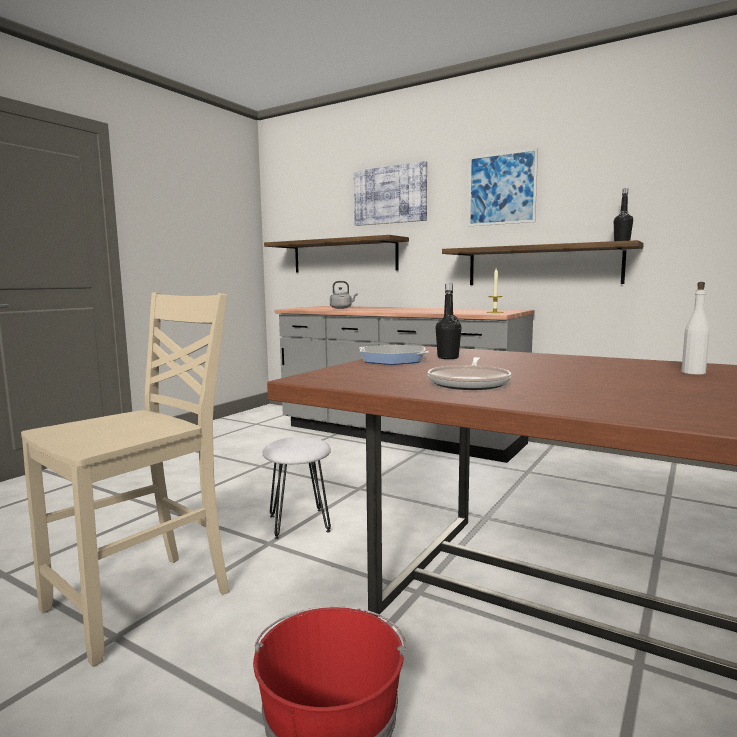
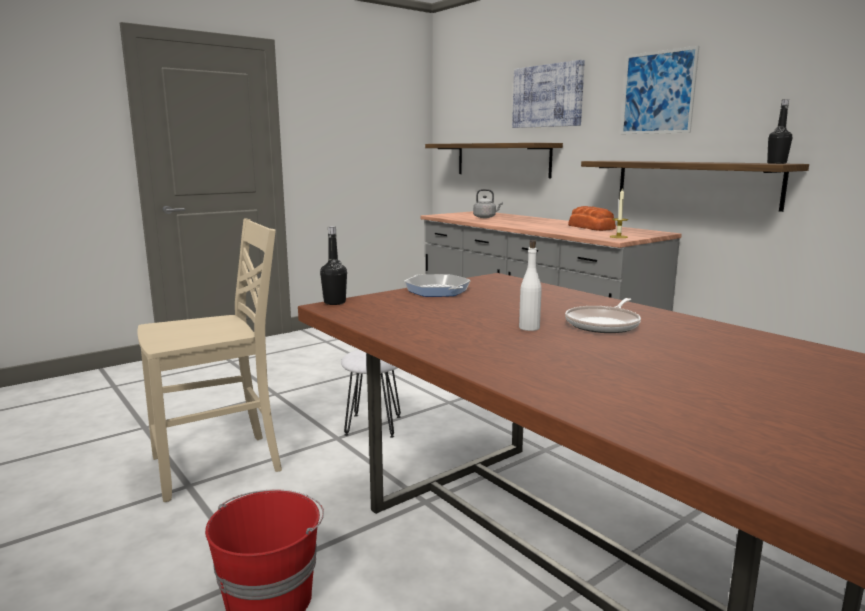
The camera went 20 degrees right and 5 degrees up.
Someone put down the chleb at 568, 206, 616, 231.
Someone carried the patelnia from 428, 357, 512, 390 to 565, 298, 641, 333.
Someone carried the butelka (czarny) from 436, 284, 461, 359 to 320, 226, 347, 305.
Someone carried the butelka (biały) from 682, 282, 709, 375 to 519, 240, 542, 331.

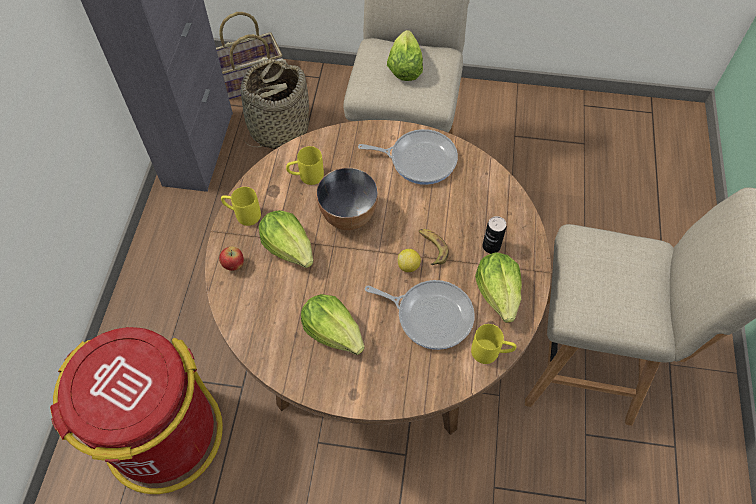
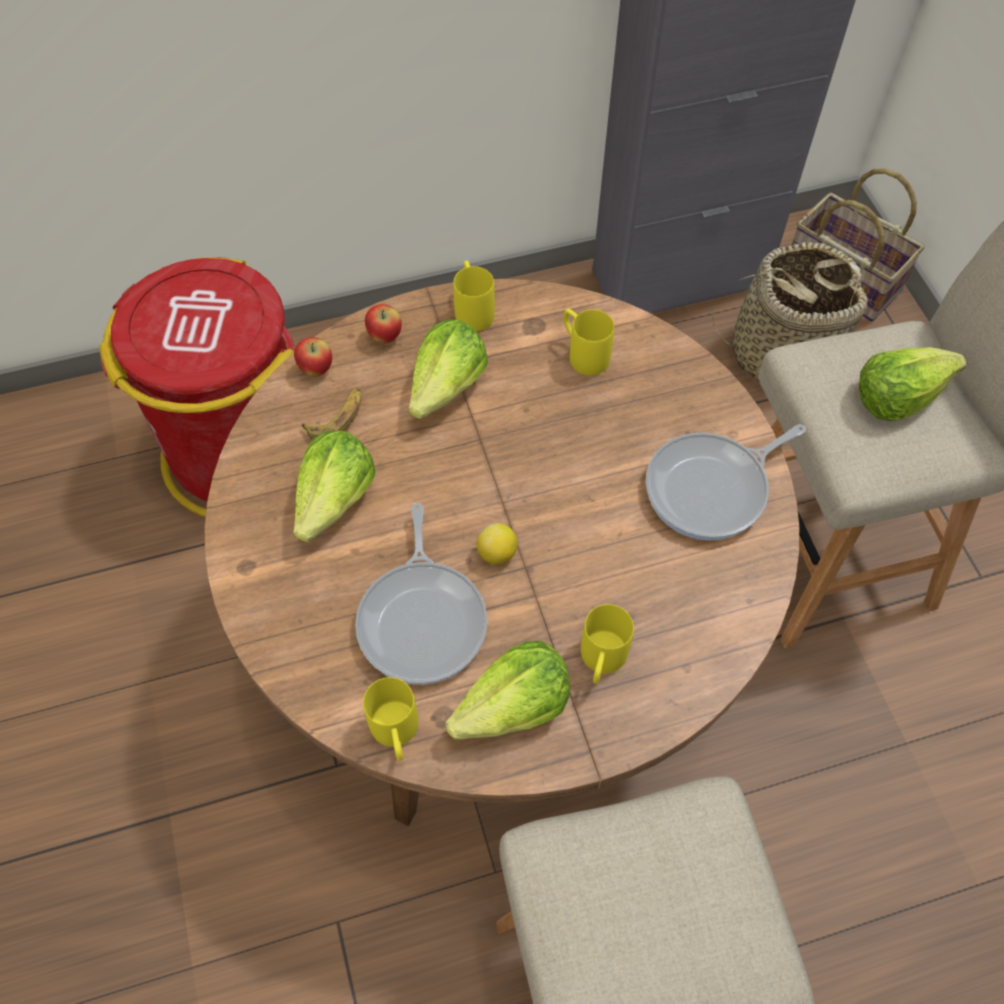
The camera went 65 degrees right and 0 degrees up.
Someone took away the miska at 316, 168, 378, 230.
Someone put down the jabłko at 294, 337, 332, 377.
Someone carried the banan from 419, 229, 449, 265 to 302, 388, 361, 440.
Someone swapped the puszka at 482, 216, 507, 254 for the kubek (żółty) at 581, 604, 634, 684.
Someone rotated the patelnia at 358, 129, 458, 185 by 75 degrees clockwise.

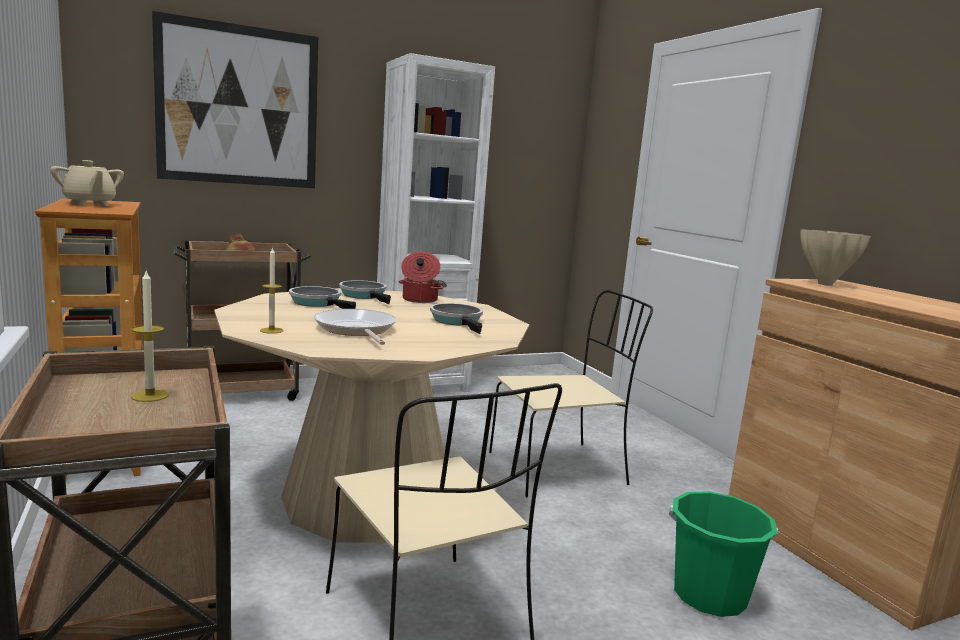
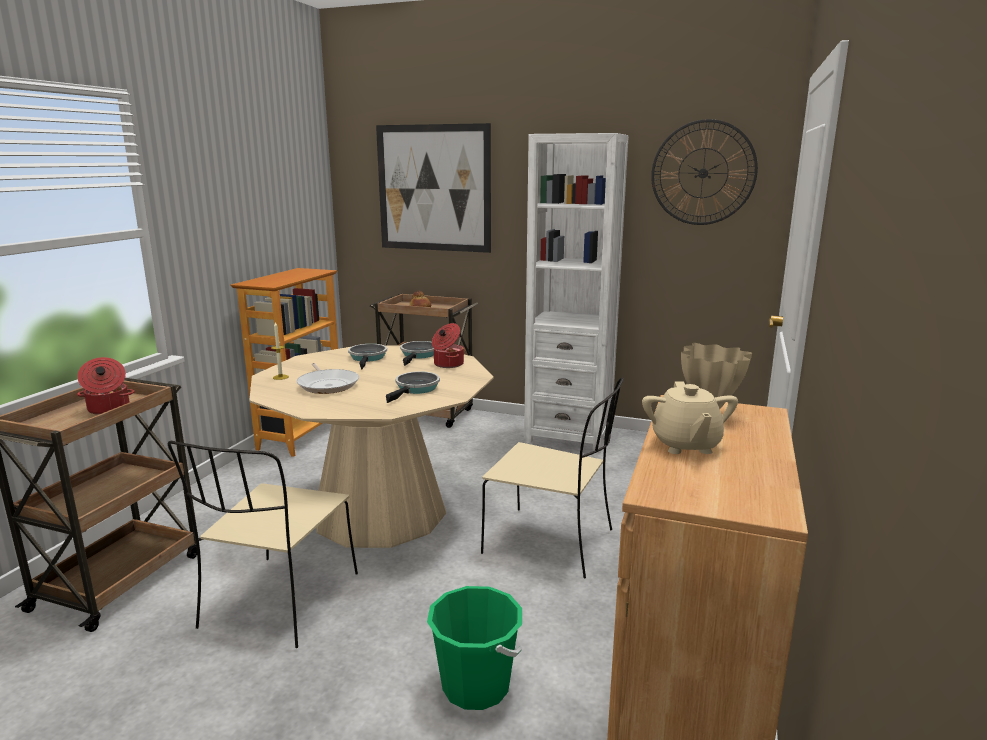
The camera went 45 degrees right and 5 degrees up.
Someone put up the zegar ścienny at 651, 119, 758, 225.
Someone carried the imbryk (beżowy) from 50, 160, 124, 206 to 642, 381, 738, 454.
Someone swapped the świeca at 131, 271, 169, 402 for the garnek at 77, 357, 135, 415.
Someone rotated the patelnia at 314, 309, 396, 345 by 135 degrees clockwise.

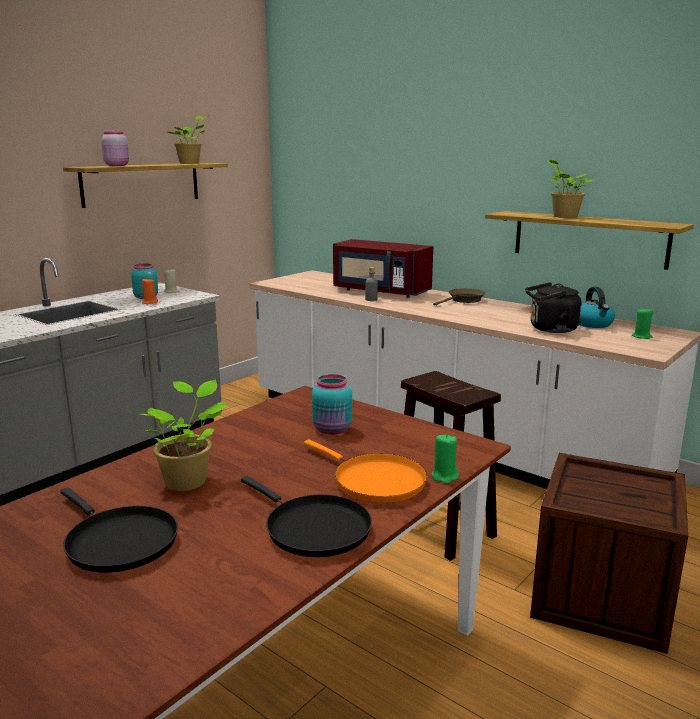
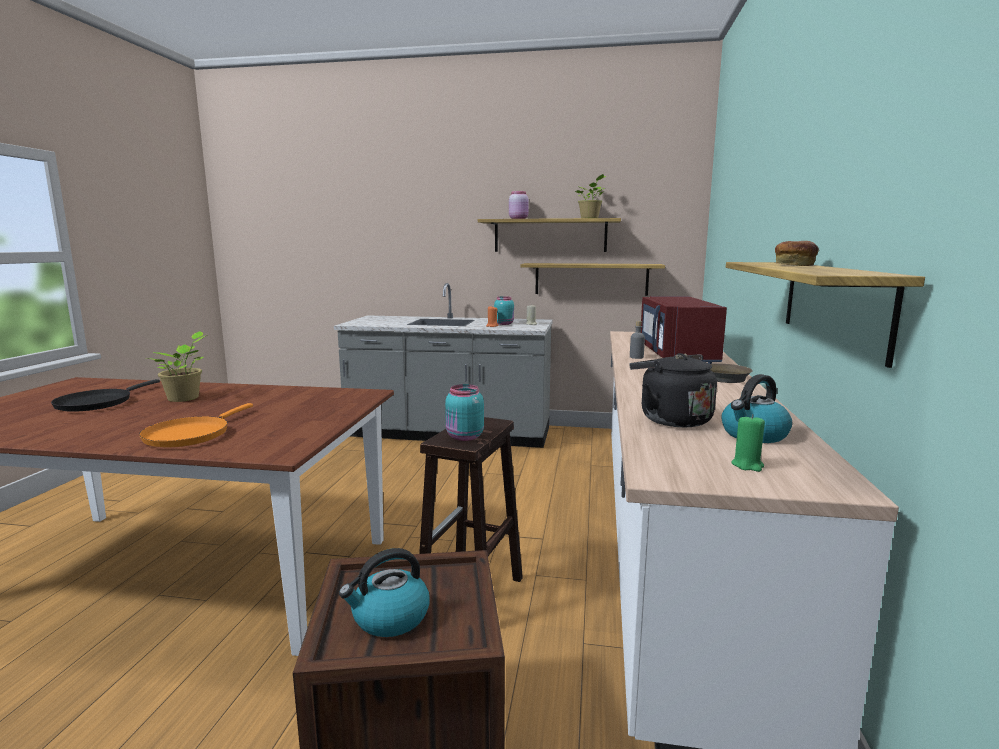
The camera went 60 degrees right and 5 degrees down.
Someone took away the patelnia (czarny) at 241, 476, 372, 557.
Someone took away the świeca (zielony) at 431, 434, 459, 484.
Someone put down the czajnik at 339, 548, 430, 637.
Someone put up the półka at 521, 263, 665, 296.
Someone carried the słoik (turkusowy) from 312, 374, 352, 435 to 445, 384, 484, 441.
Someone swapped the roślina doniczkowa at 548, 160, 594, 218 for the chleb at 775, 241, 819, 266.

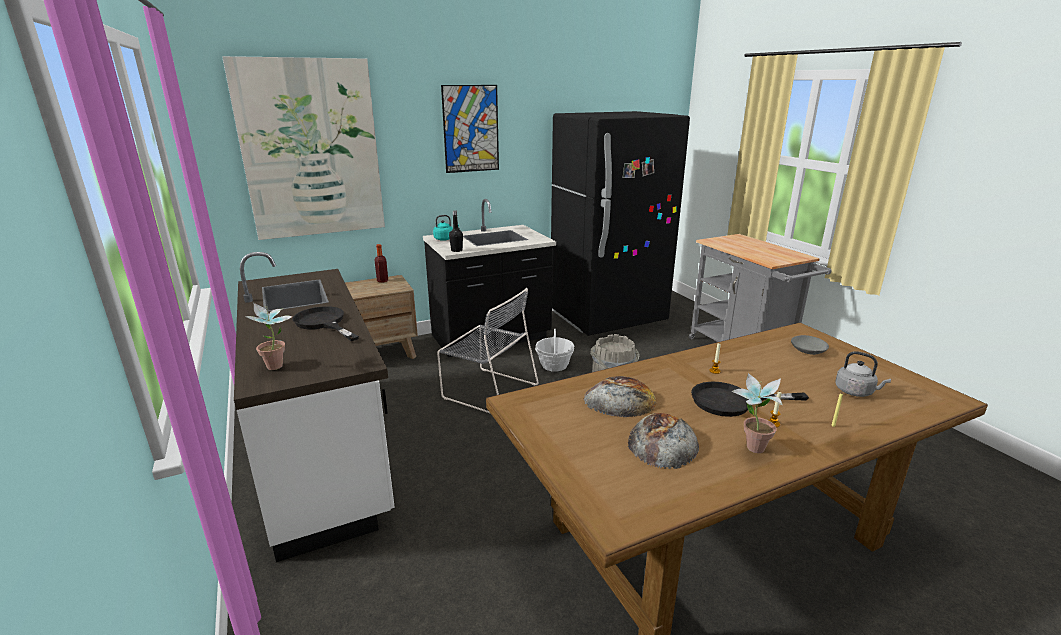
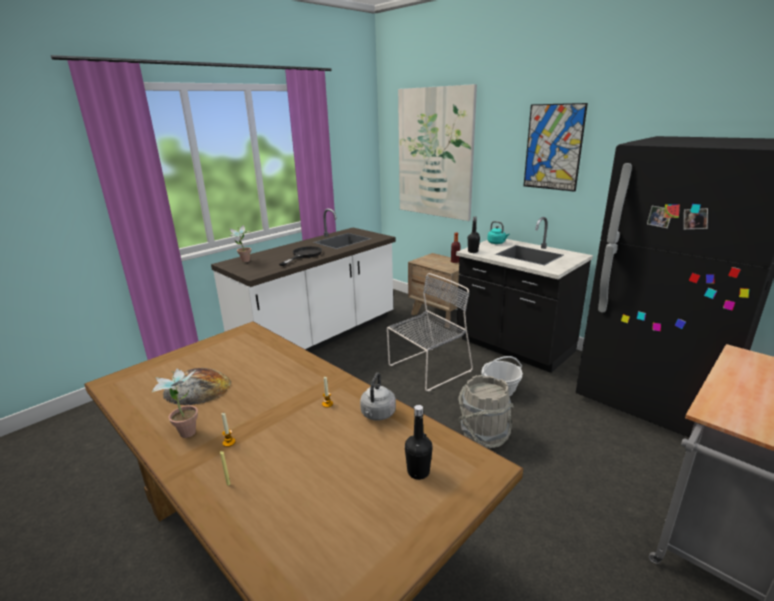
The camera went 70 degrees right and 0 degrees up.
Someone took away the chleb at 584, 376, 656, 417.
Someone took away the patelnia (czarny) at 691, 381, 809, 417.
Someone carried the czajnik (szary) from 835, 351, 891, 397 to 360, 372, 396, 421.
Someone swapped the miska (szary) at 791, 335, 829, 355 for the butelka (czarny) at 405, 405, 433, 480.
Someone rotated the krzesło (szary) at 437, 288, 539, 414 by 135 degrees counterclockwise.

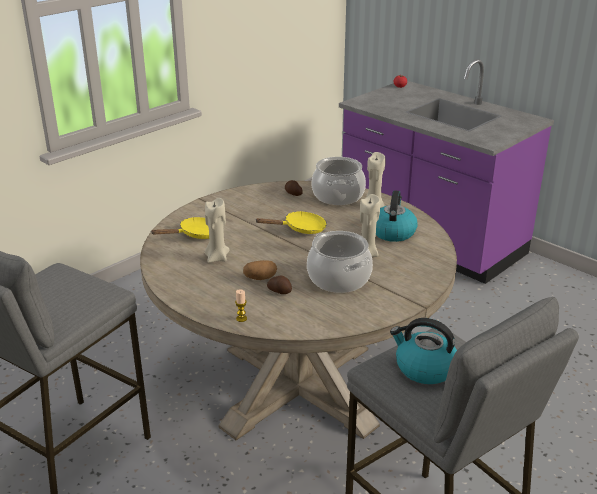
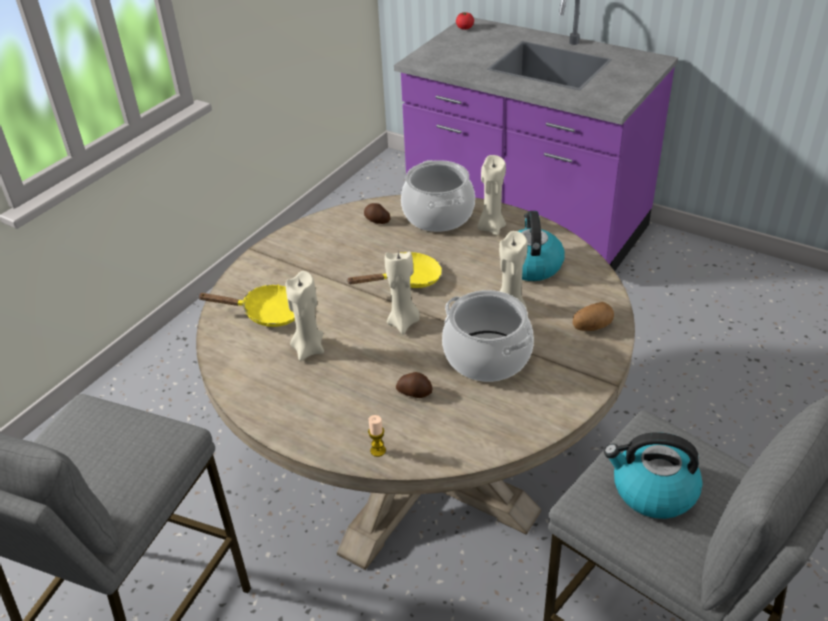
The camera went 10 degrees left and 10 degrees up.
Someone put down the świeca (beżowy) at 385, 252, 420, 335.
Someone carried the ziemniak from 243, 260, 277, 280 to 572, 302, 614, 331.
Someone rotated the patelnia (żółty) at 150, 217, 209, 239 by 45 degrees clockwise.

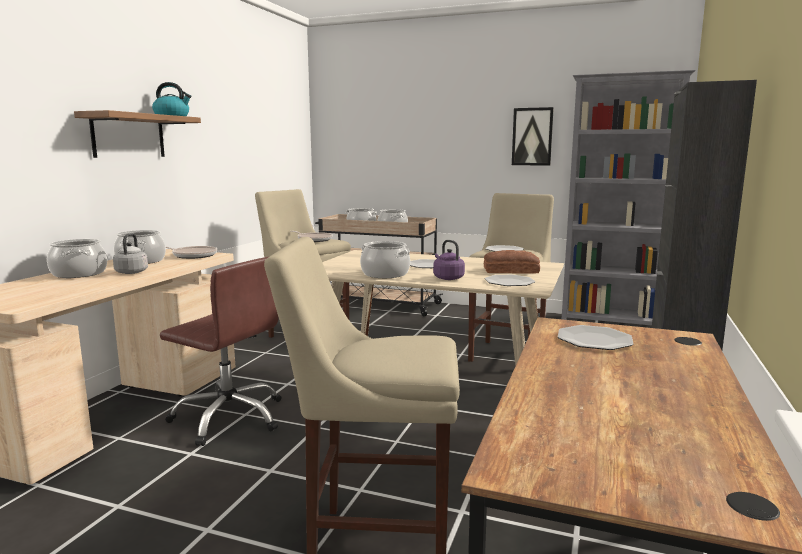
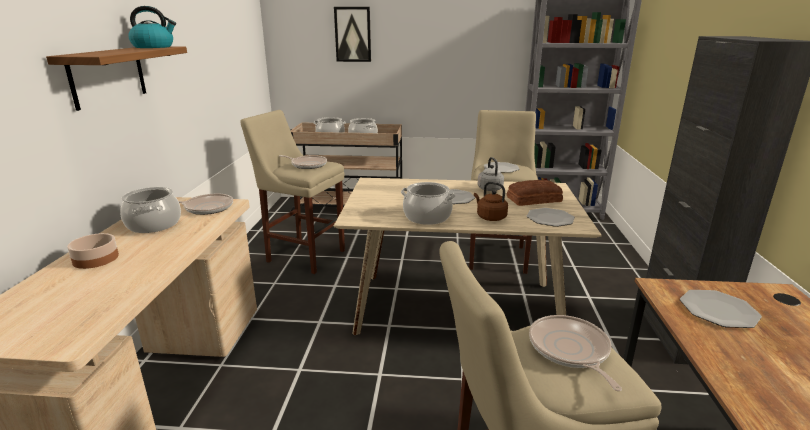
The camera went 15 degrees left and 10 degrees up.
Someone took away the krzesło biurowe (brązowy) at 160, 256, 281, 446.
Someone put down the patelnia at 529, 315, 622, 391.
Someone carried the czajnik (szary) from 113, 233, 148, 274 to 478, 157, 504, 191.
Someone carried the obraz from 512, 107, 554, 166 to 334, 7, 371, 62.
Someone swapped the garnek at 47, 239, 107, 278 for the miska at 67, 233, 119, 269.
Someone repainted the czajnik (fioletowy) at 433, 240, 465, 280, which became the czajnik (brązowy) at 474, 182, 508, 221.

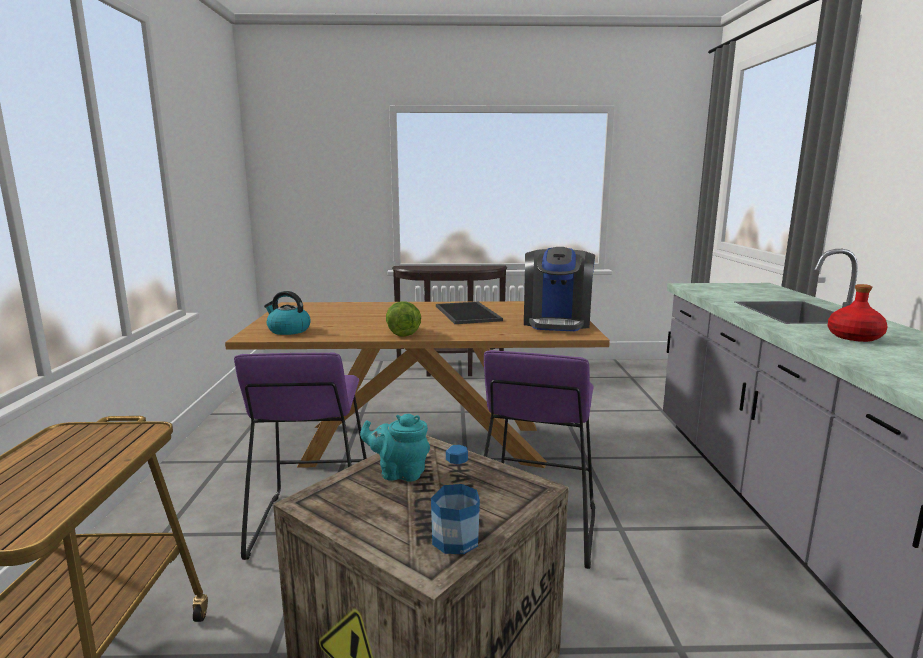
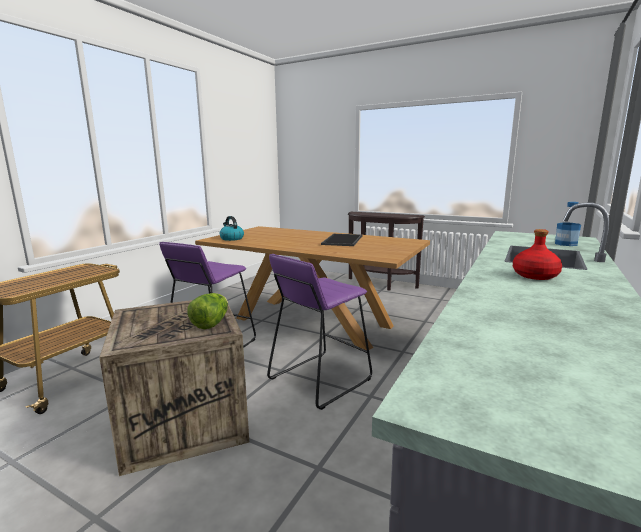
The camera went 30 degrees right and 0 degrees up.
Someone took away the imbryk (turkusowy) at 360, 414, 430, 482.
Someone took away the ekspres do kawy at 524, 247, 595, 331.
Someone carried the sałata from 386, 301, 421, 337 to 187, 293, 228, 329.
Someone carried the butelka from 431, 445, 480, 554 to 555, 202, 581, 246.

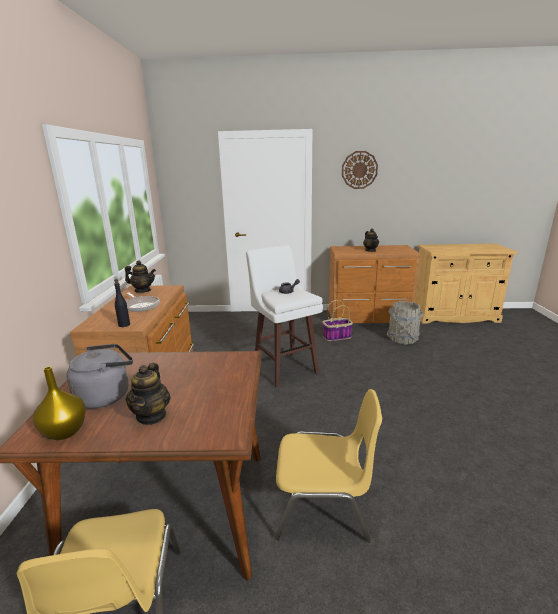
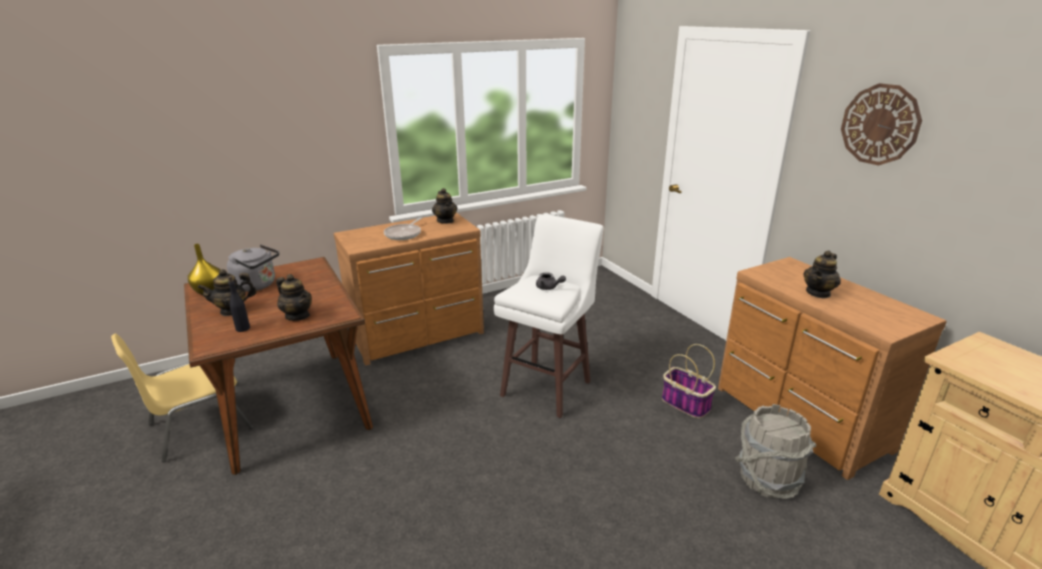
The camera went 60 degrees right and 5 degrees up.
Someone took away the krzesło (żółty) at 275, 389, 382, 543.
Someone put down the imbryk at 276, 274, 312, 321.
Someone carried the butelka (czarny) from 114, 279, 130, 327 to 228, 276, 250, 332.

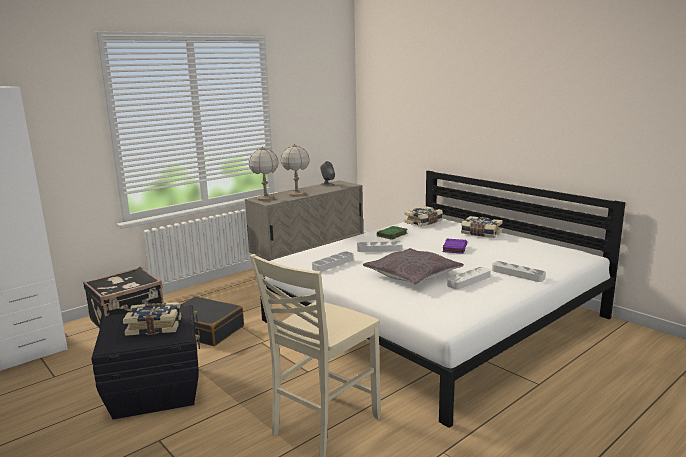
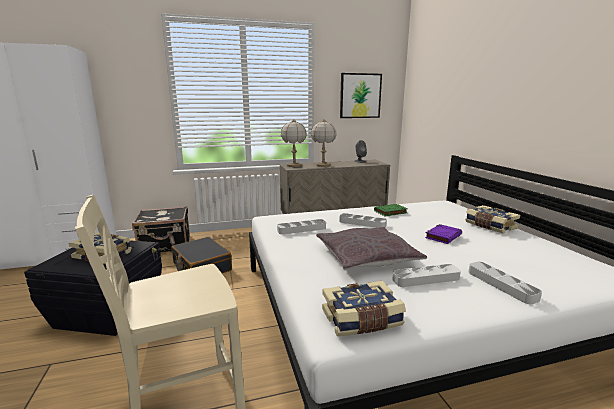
The camera went 25 degrees right and 0 degrees up.
Someone put up the obraz at 340, 73, 382, 118.
Someone carried the książka from 404, 206, 443, 227 to 322, 281, 406, 337.

